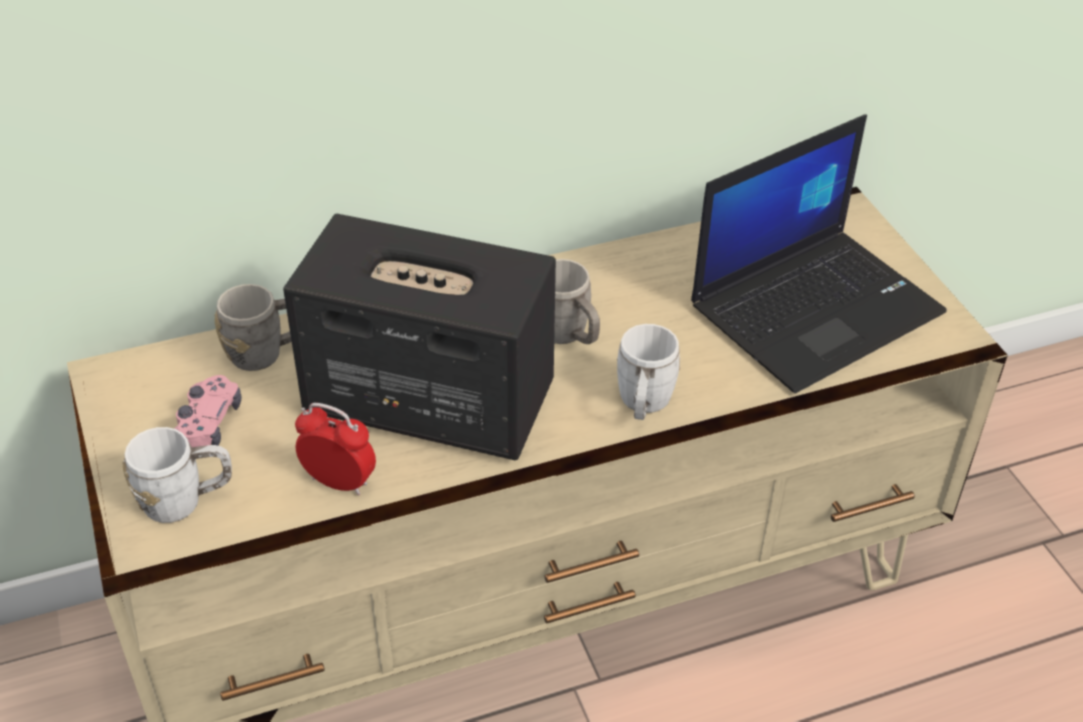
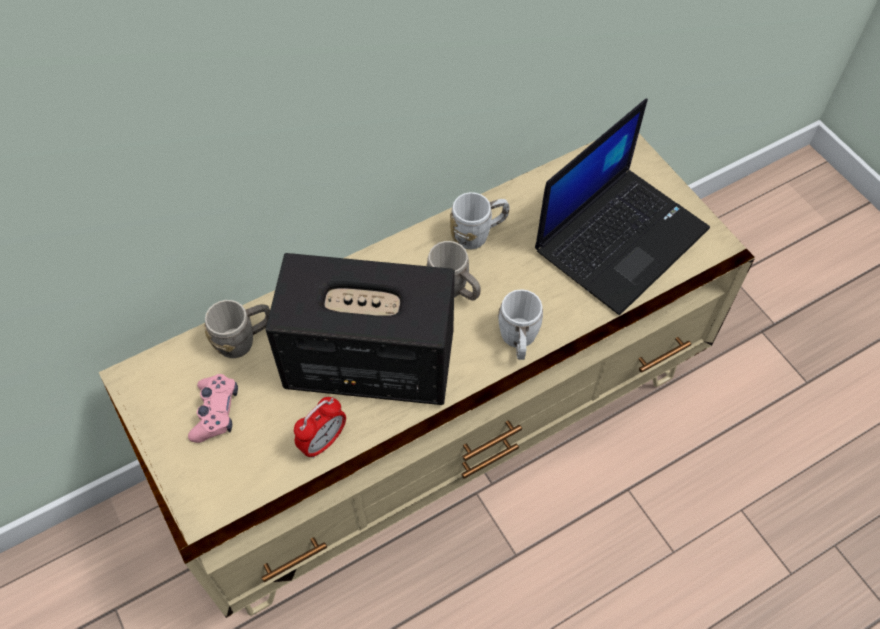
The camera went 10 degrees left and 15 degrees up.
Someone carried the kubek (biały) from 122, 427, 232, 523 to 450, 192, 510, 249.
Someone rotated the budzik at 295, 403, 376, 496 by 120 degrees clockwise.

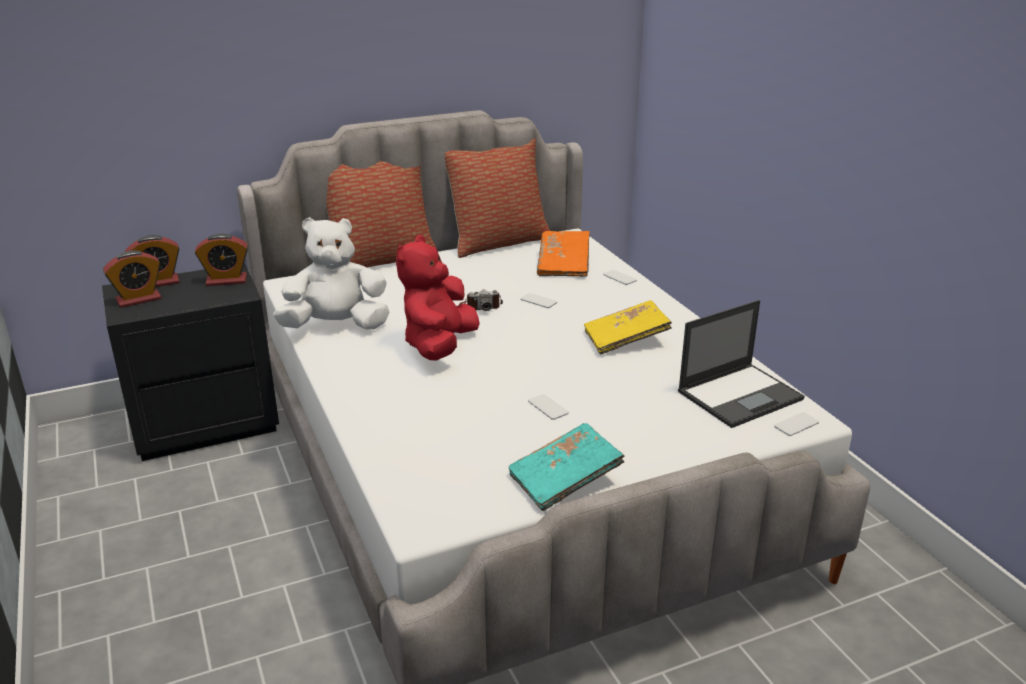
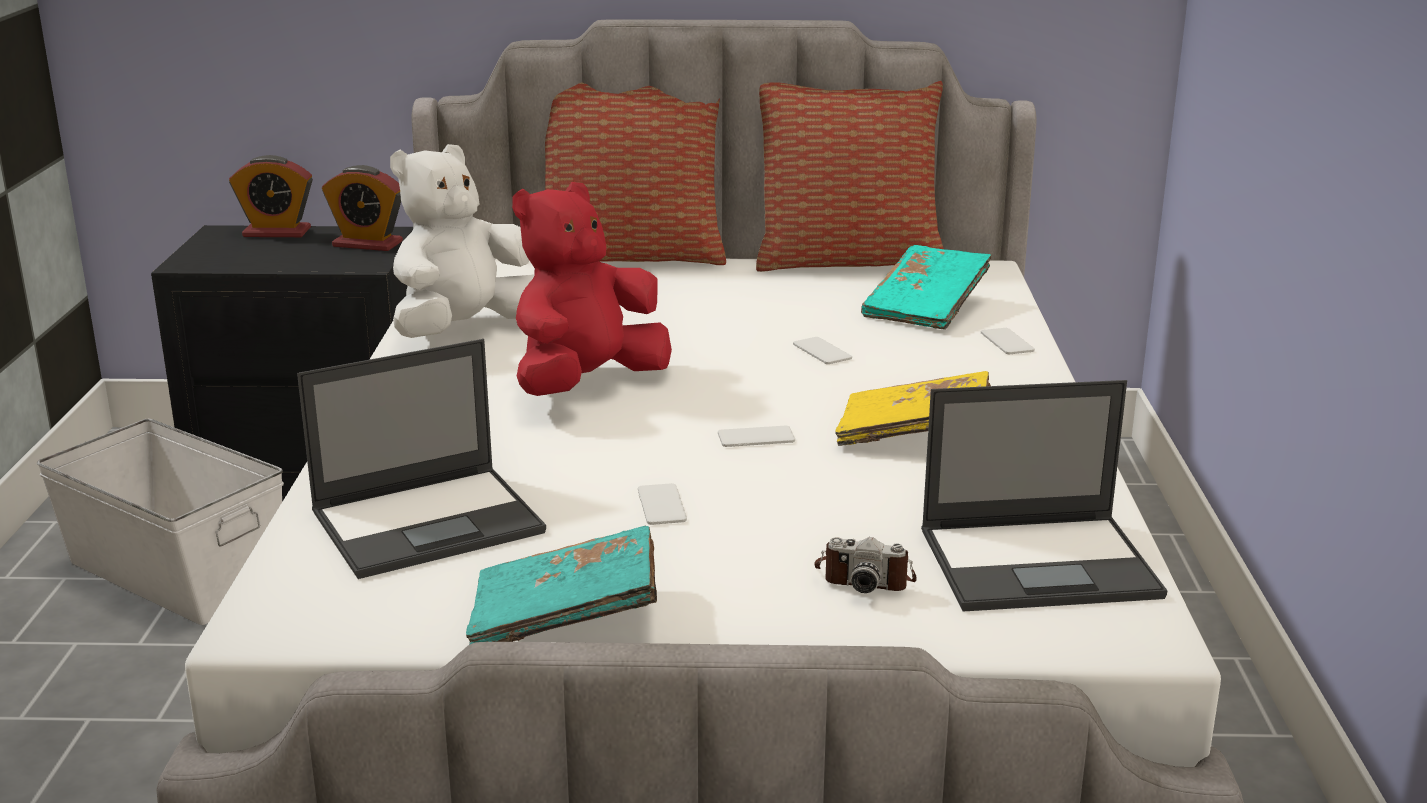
The camera went 25 degrees right and 5 degrees down.
Someone took away the budzik at 103, 251, 161, 308.
Someone put down the pojemnik do przechowywania (biały) at 37, 419, 284, 625.
Someone put down the laptop at 297, 339, 546, 579.
Someone carried the aparat fotograficzny from 459, 289, 503, 311 to 814, 537, 917, 593.
Someone carried the telefon from 774, 412, 819, 436 to 718, 426, 795, 447.
Someone repainted the książka (pomarańczowy) at 537, 231, 590, 277, which became the książka (turkusowy) at 861, 245, 992, 329.
Someone rotated the pluszak (biały) at 273, 217, 390, 330 by 60 degrees counterclockwise.

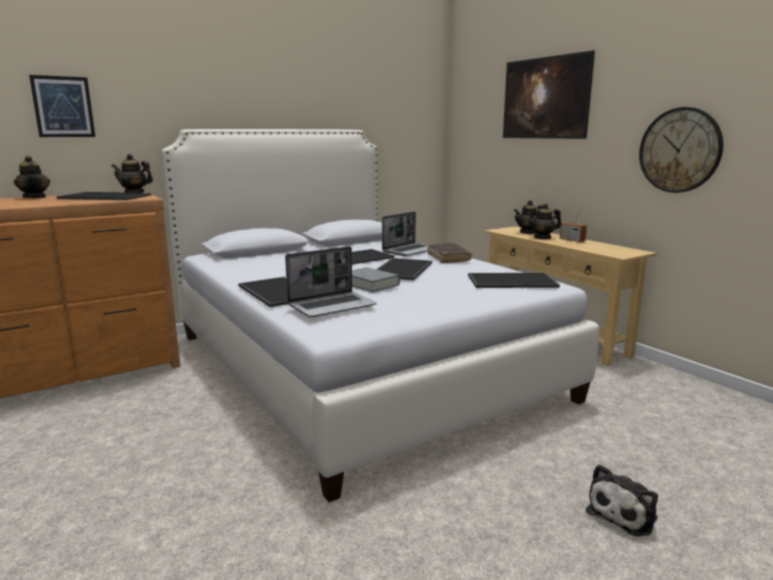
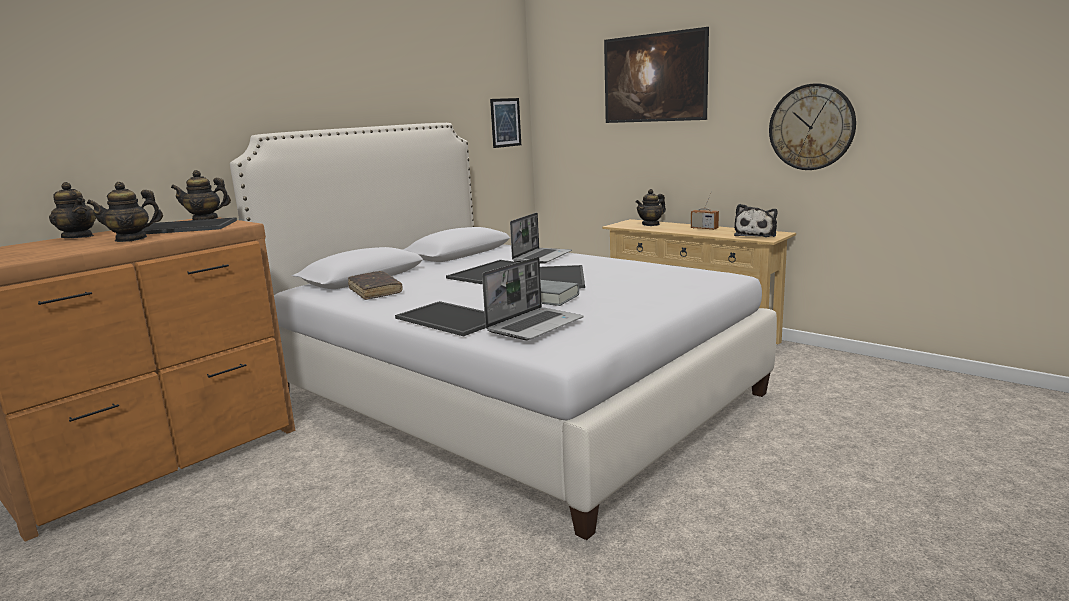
The camera went 15 degrees left and 0 degrees up.
Someone took away the taca at 468, 273, 560, 288.
Someone carried the obraz from 29, 75, 95, 137 to 490, 98, 521, 148.
Someone carried the książka (brązowy) from 427, 243, 472, 263 to 348, 271, 403, 300.
Someone carried the imbryk from 527, 203, 561, 239 to 86, 182, 163, 242.
Someone carried the pluszak from 586, 464, 658, 537 to 734, 204, 777, 237.

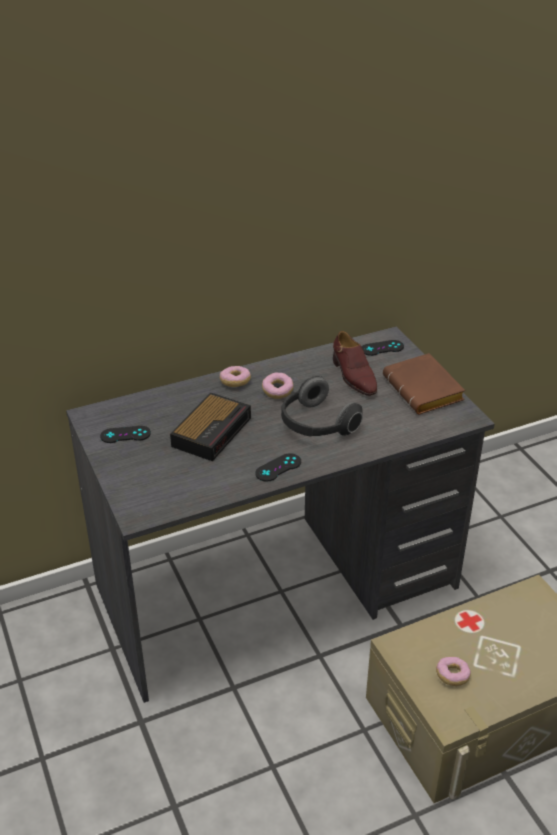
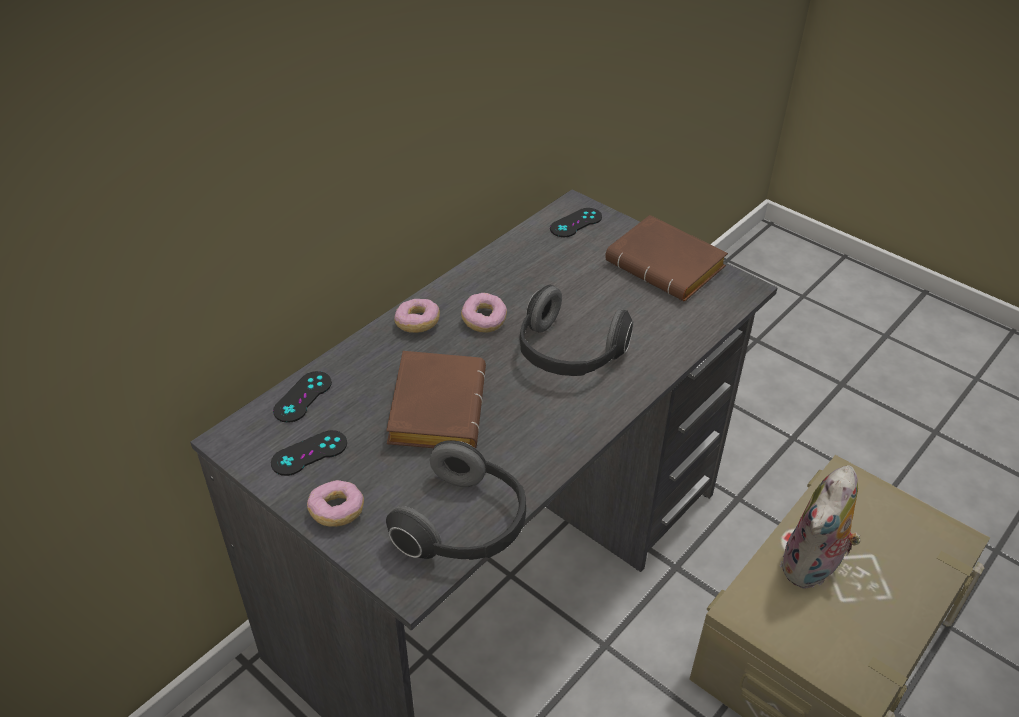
The camera went 25 degrees left and 5 degrees up.
Someone took away the but (brązowy) at 333, 331, 377, 396.
Someone put down the słuchawki at 386, 440, 526, 560.
Someone put down the pluszak at 779, 465, 861, 589.
Someone carried the pad do gier (czarny) from 255, 453, 301, 481 to 273, 371, 332, 423.
Someone carried the donut from 436, 657, 471, 686 to 307, 480, 364, 527.
Someone swapped the budzik at 170, 393, 251, 461 for the książka (brązowy) at 386, 351, 486, 449.

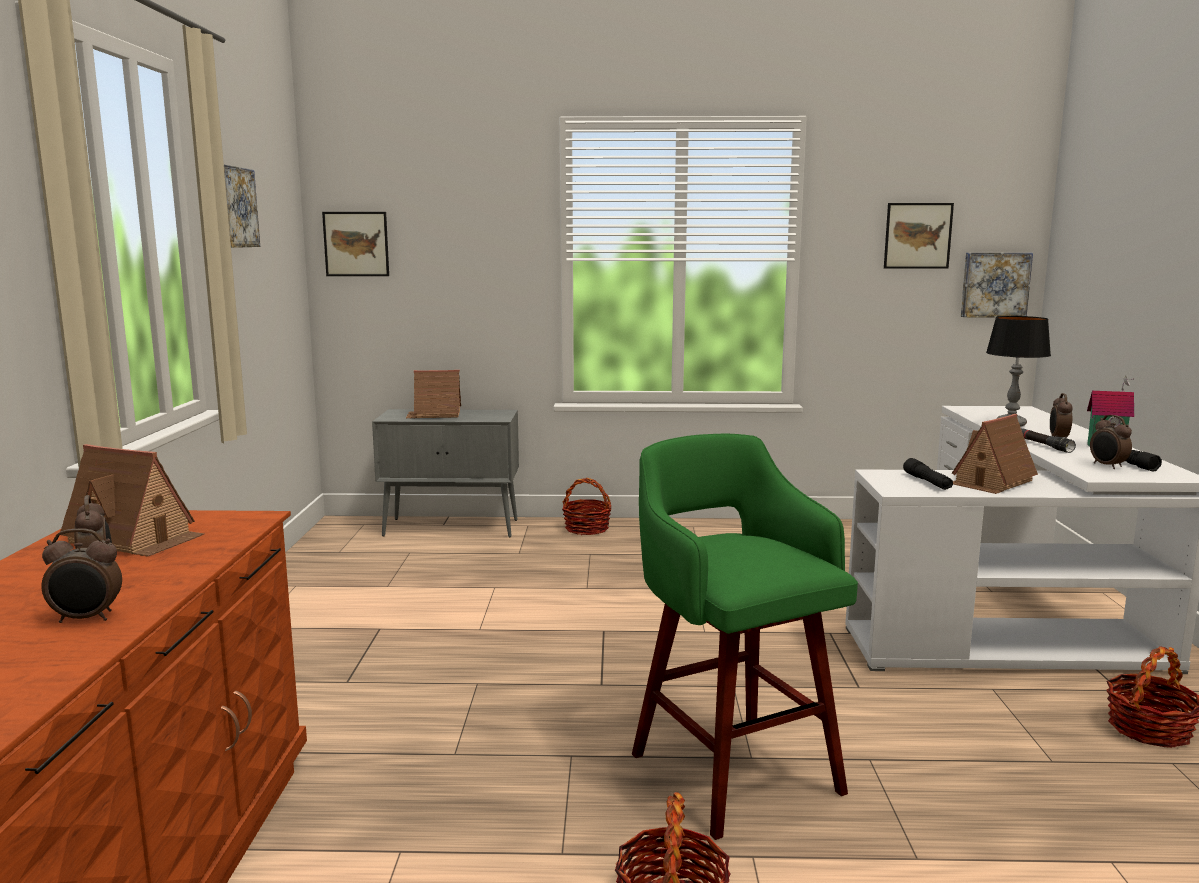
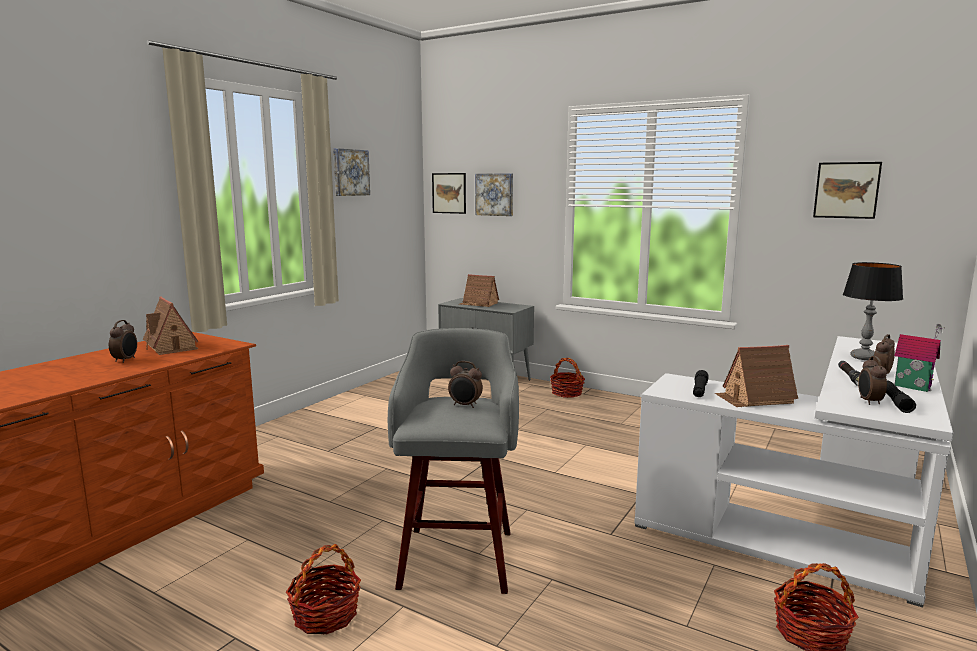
The camera went 30 degrees right and 0 degrees up.
Someone carried the budzik from 41, 528, 122, 623 to 448, 361, 483, 408.
Someone carried the obraz from 961, 253, 1033, 317 to 475, 173, 513, 216.
Someone repainted the stołek (zielony) at 632, 434, 858, 840, which became the stołek (szary) at 388, 328, 519, 594.

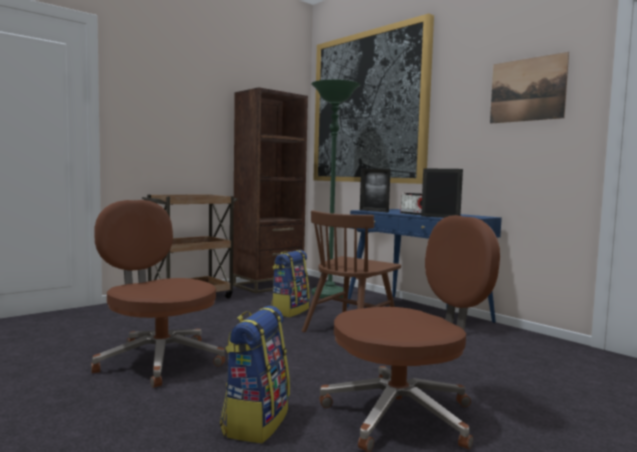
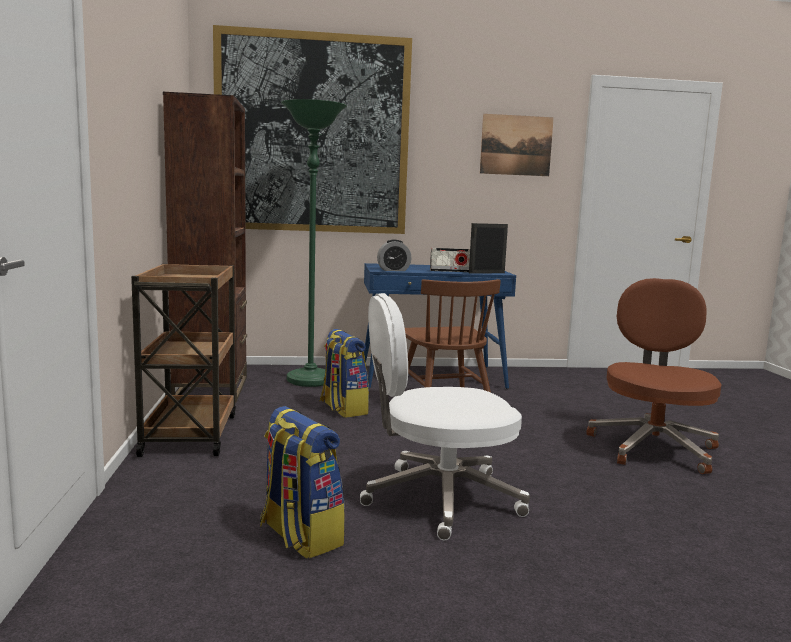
The camera went 55 degrees left and 5 degrees up.
Someone carried the plecak from 220, 306, 290, 443 to 260, 406, 345, 559.
Someone swapped the ramka na zdjęcie at 360, 169, 391, 212 for the budzik at 377, 240, 412, 271.
Someone repainted the krzesło biurowe (brązowy) at 91, 200, 225, 388, which became the krzesło biurowe (biały) at 360, 293, 530, 540.

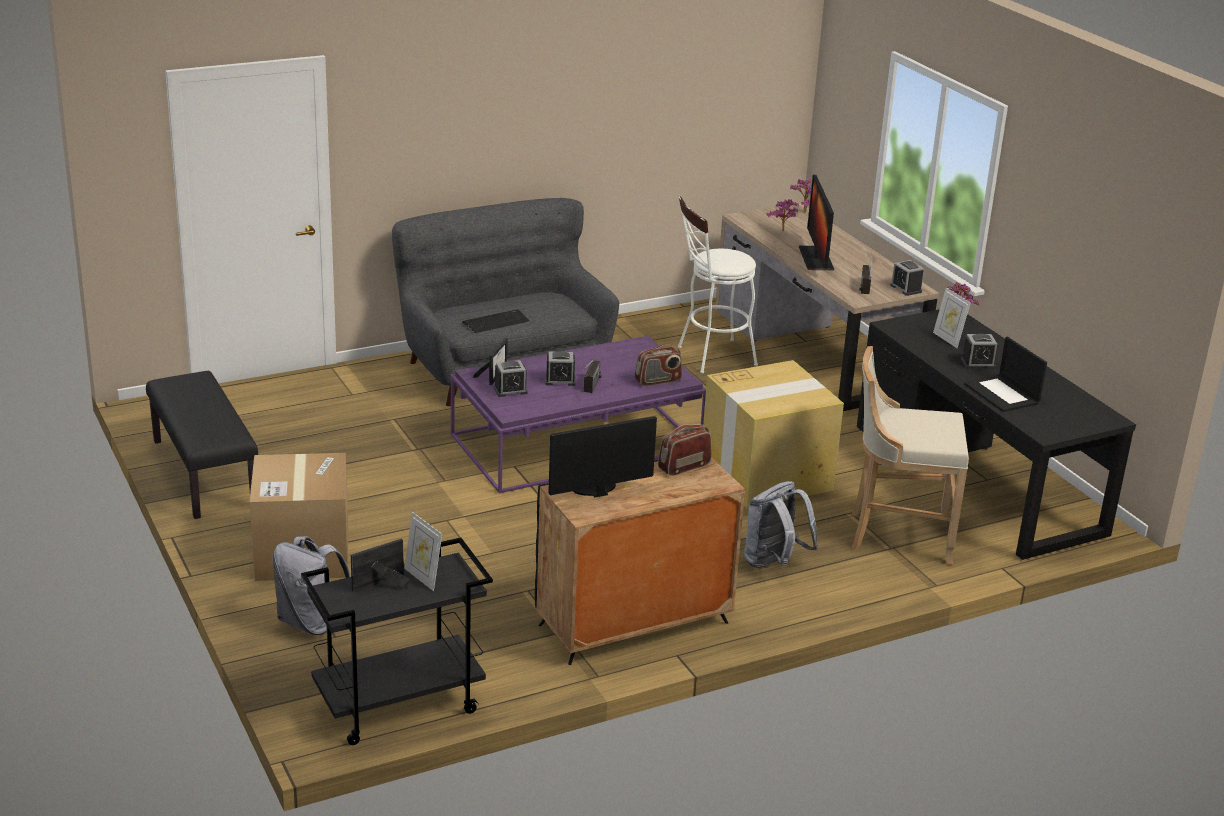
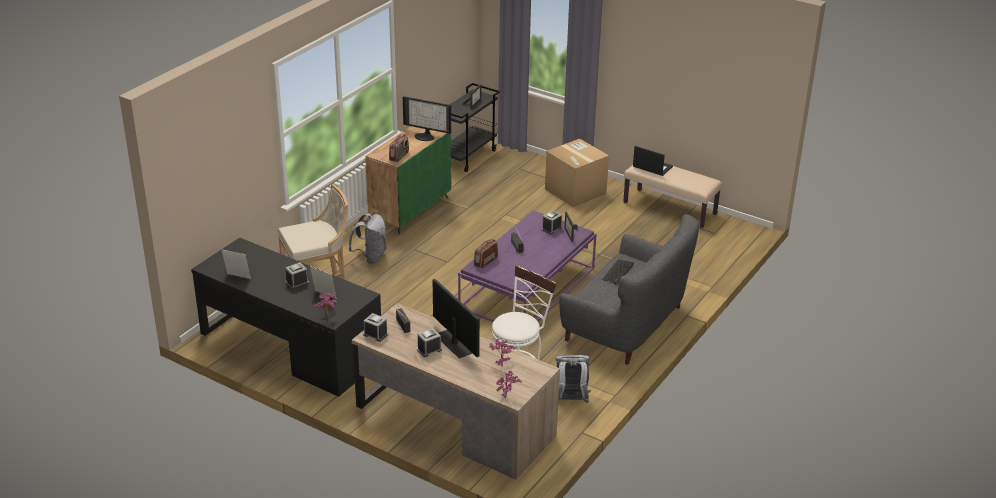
The camera went 150 degrees right and 5 degrees up.
Someone took away the karton at 703, 360, 844, 509.
Someone carried the plecak (szary) from 272, 536, 351, 635 to 556, 355, 591, 403.
Someone carried the ramka na zdjęcie from 404, 512, 442, 591 to 222, 250, 251, 279.
Someone carried the budzik from 545, 351, 576, 386 to 417, 328, 442, 357.
Someone carried the laptop from 964, 336, 1047, 412 to 633, 146, 673, 176.
Someone repainted the ławka (czarny) at 146, 371, 258, 519, which became the ławka (beżowy) at 623, 165, 722, 228.
Someone repainted the szafka (czarny) at 535, 458, 745, 665, which became the szafka (zielony) at 365, 126, 451, 234.
Someone rotated the monitor at 548, 416, 657, 497 by 75 degrees clockwise.

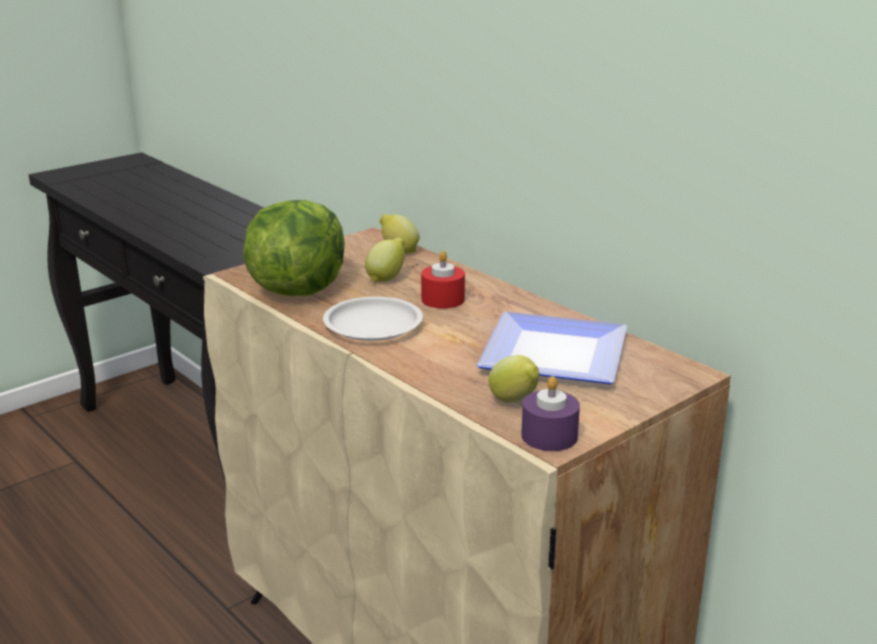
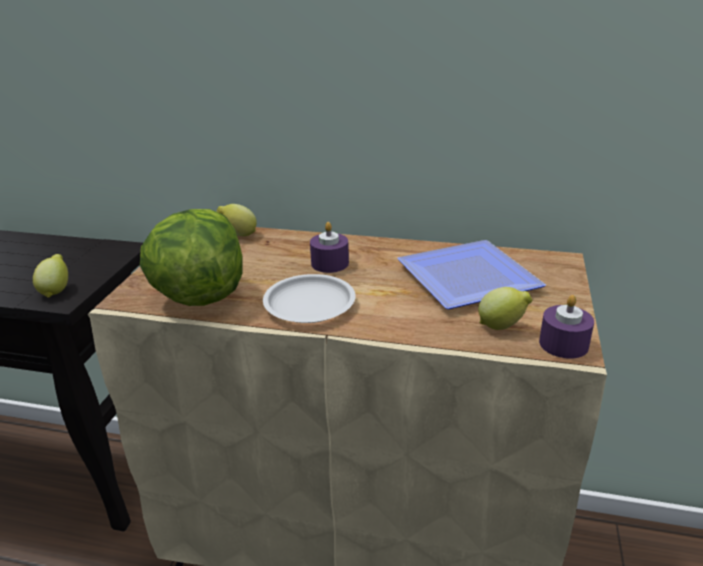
The camera went 35 degrees left and 5 degrees up.
Someone carried the cytryna from 365, 238, 405, 282 to 33, 254, 68, 297.
Someone repainted the świeca (czerwony) at 421, 251, 465, 309, which became the świeca (fioletowy) at 310, 222, 349, 273.

